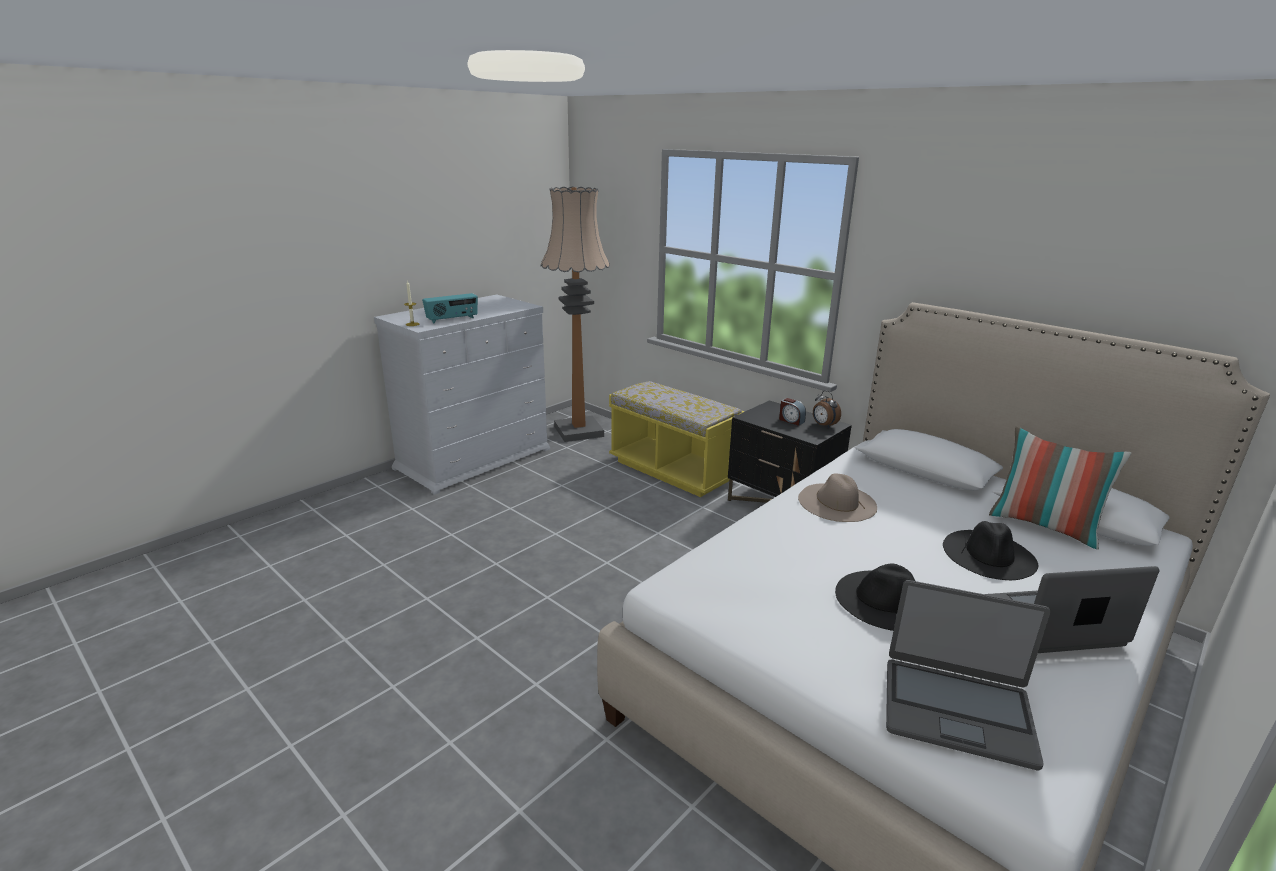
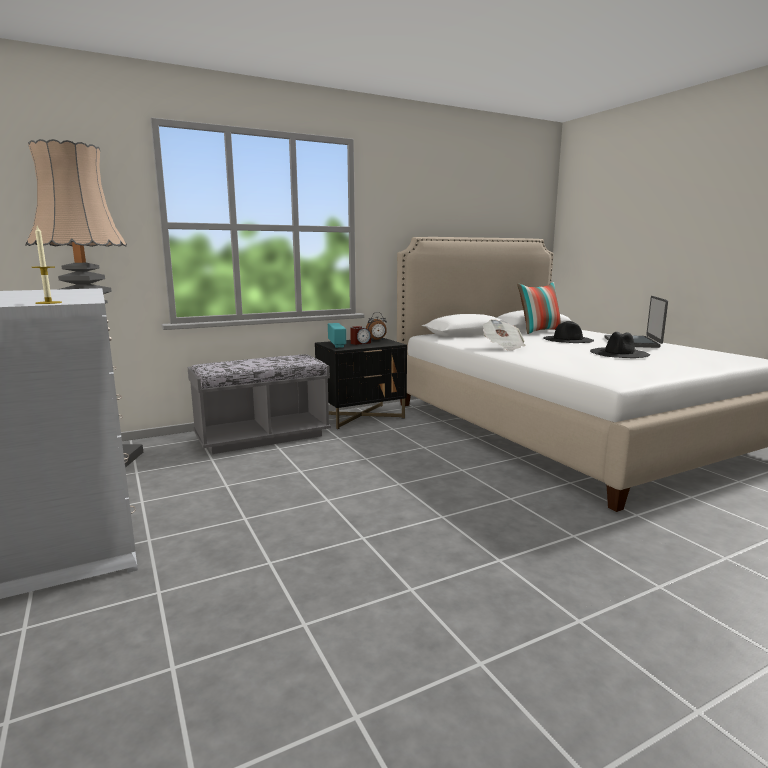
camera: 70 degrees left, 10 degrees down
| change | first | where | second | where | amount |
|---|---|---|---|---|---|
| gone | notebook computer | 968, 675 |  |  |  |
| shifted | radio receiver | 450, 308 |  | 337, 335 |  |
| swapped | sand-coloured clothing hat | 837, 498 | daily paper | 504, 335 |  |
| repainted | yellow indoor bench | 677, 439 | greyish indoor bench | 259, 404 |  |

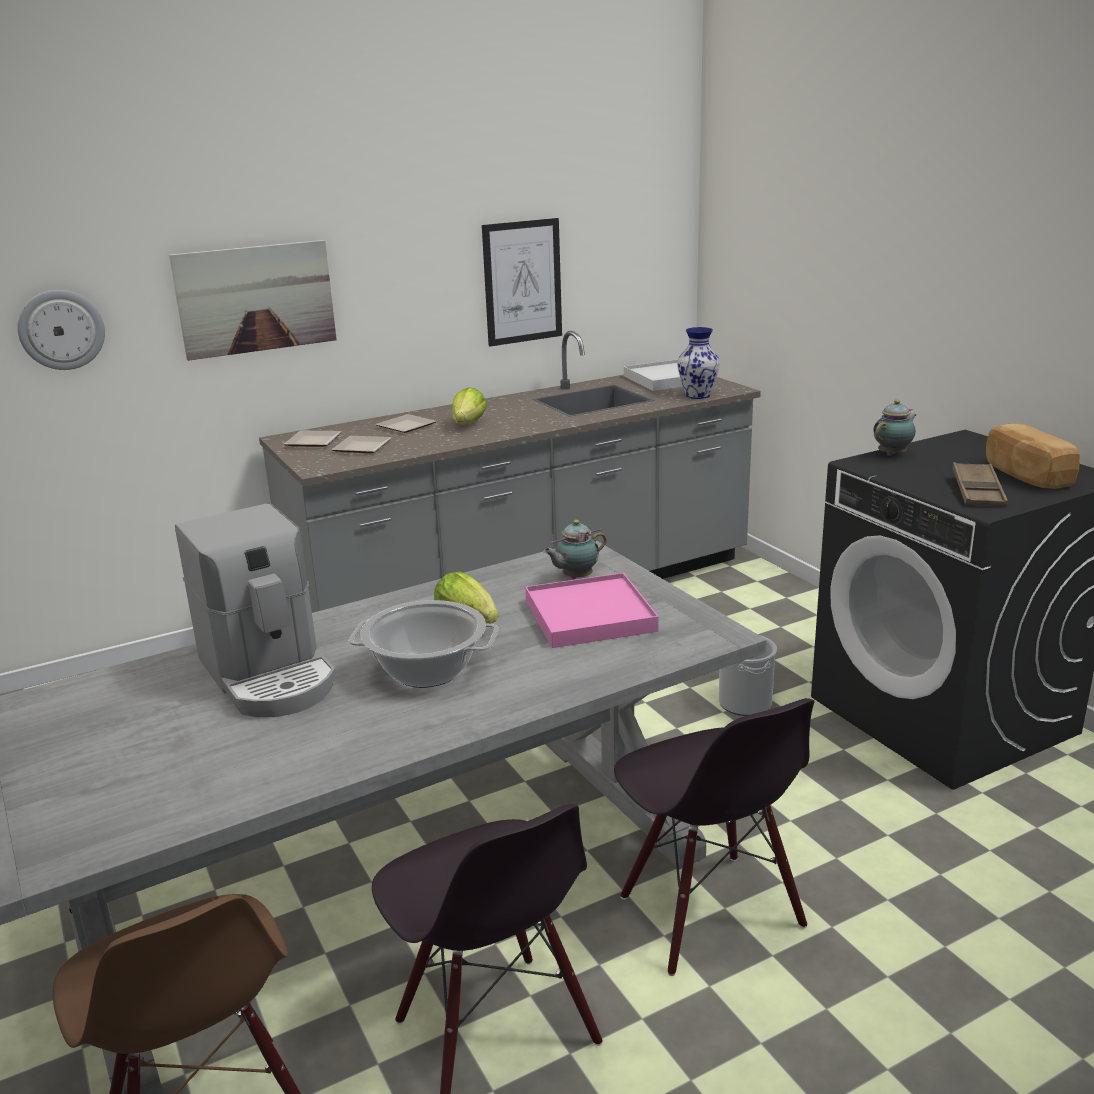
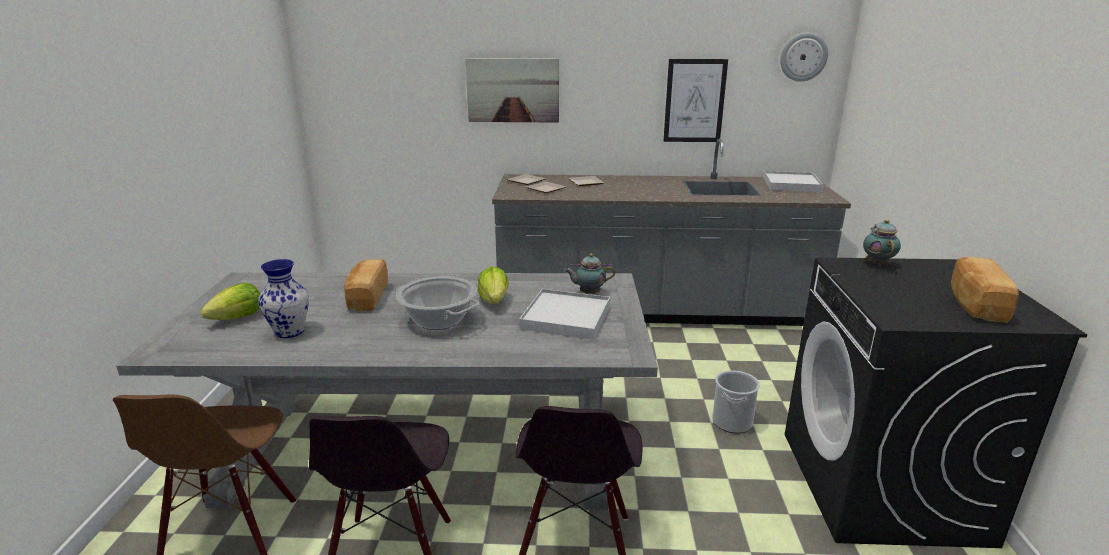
camera: 30 degrees right, 0 degrees up
| change | first | where | second | where | amount |
|---|---|---|---|---|---|
| gone | brown tray | 980, 484 |  |  |  |
| shifted | clock on the wall | 61, 330 |  | 804, 57 |  |
| shifted | head of lettuce | 469, 405 |  | 230, 301 |  |
| shifted | decorative vase | 698, 363 |  | 283, 298 |  |
| swapped | coffee maker | 255, 610 | baked bread | 366, 285 |  |
| repainted | pink tray | 592, 610 | white-coloured tray | 564, 314 |  |
| rotated | tea pot | 895, 428 |  | 882, 242 | 75 degrees counterclockwise |

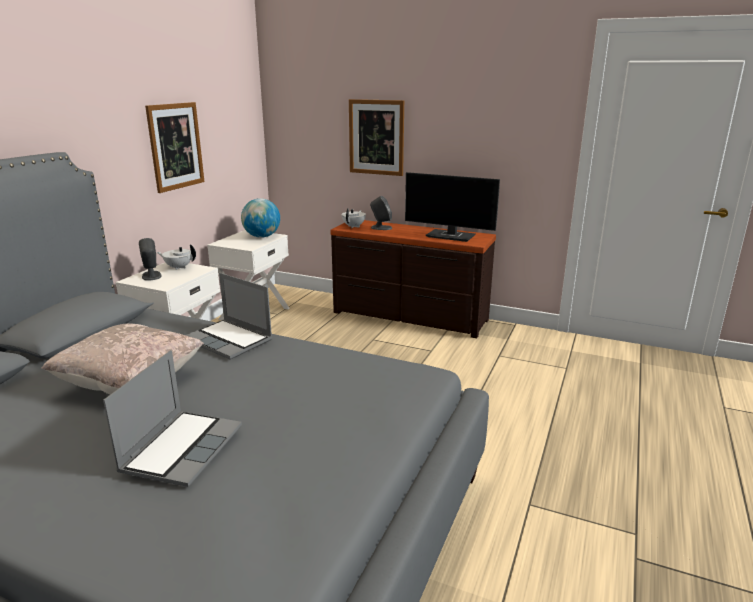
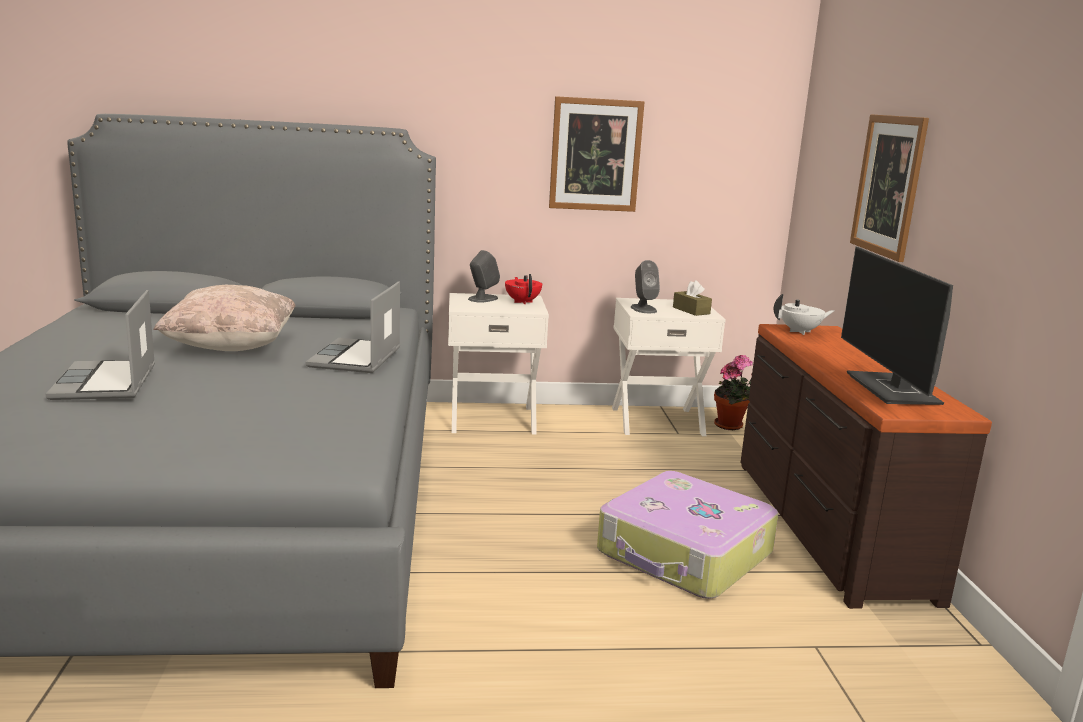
camera: 60 degrees right, 5 degrees down
| change | first | where | second | where | amount |
|---|---|---|---|---|---|
| new |  |  | piece of luggage | 687, 535 |  |
| new |  |  | houseplant | 733, 392 |  |
| shifted | greyish loudspeaker | 381, 213 |  | 645, 286 |  |
| swapped | desk globe | 260, 218 | brown box of tissues | 692, 298 |  |
| repainted | white-coloured tea pot | 176, 257 | reddish tea pot | 523, 289 |  |
| rotated | notebook computer | 172, 418 |  | 100, 345 | 90 degrees clockwise |

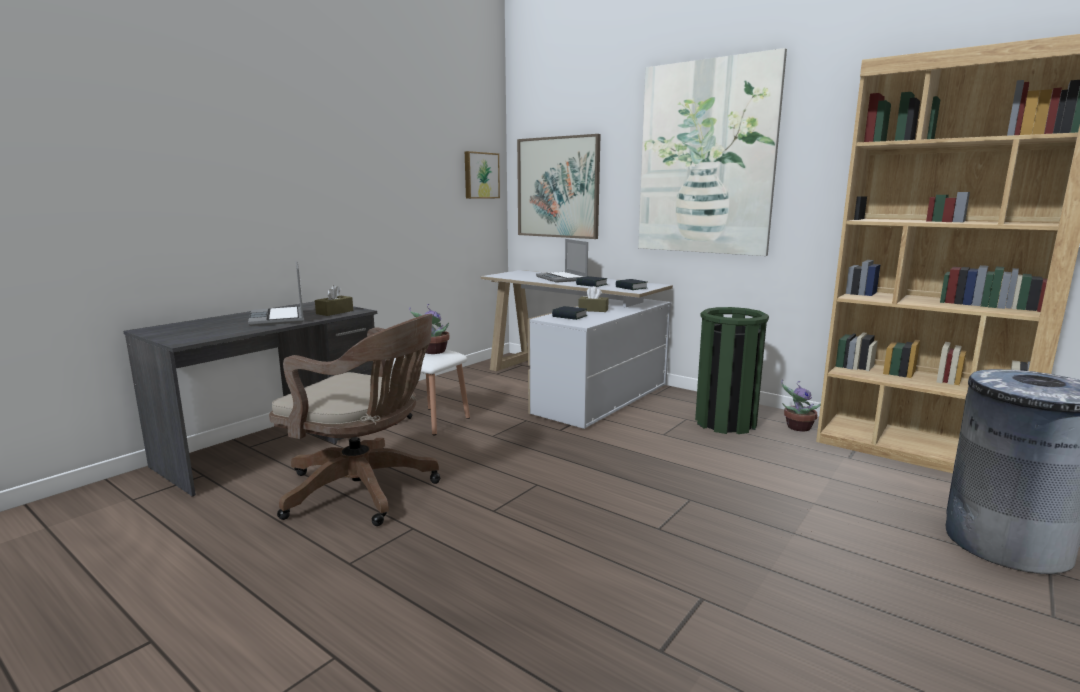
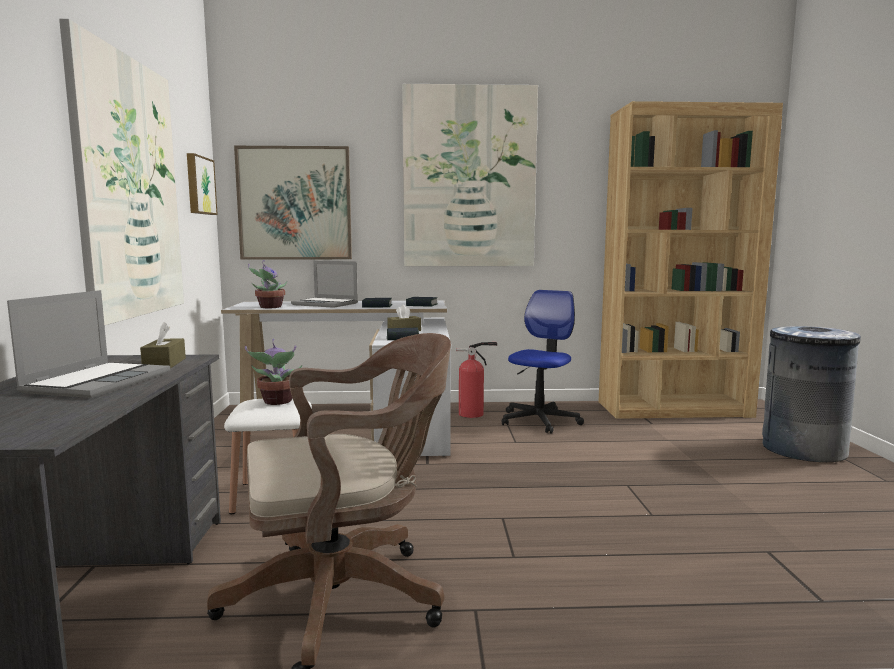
camera: 40 degrees left, 5 degrees down
| change | first | where | second | where | amount |
|---|---|---|---|---|---|
| new |  |  | picture | 121, 172 |  |
| new |  |  | extinguisher | 476, 380 |  |
| shifted | houseplant | 801, 405 |  | 268, 284 |  |
| swapped | green-coloured trash can | 732, 370 | desk chair | 543, 362 |  |
| rotated | notebook computer | 276, 293 |  | 88, 344 | 105 degrees counterclockwise |

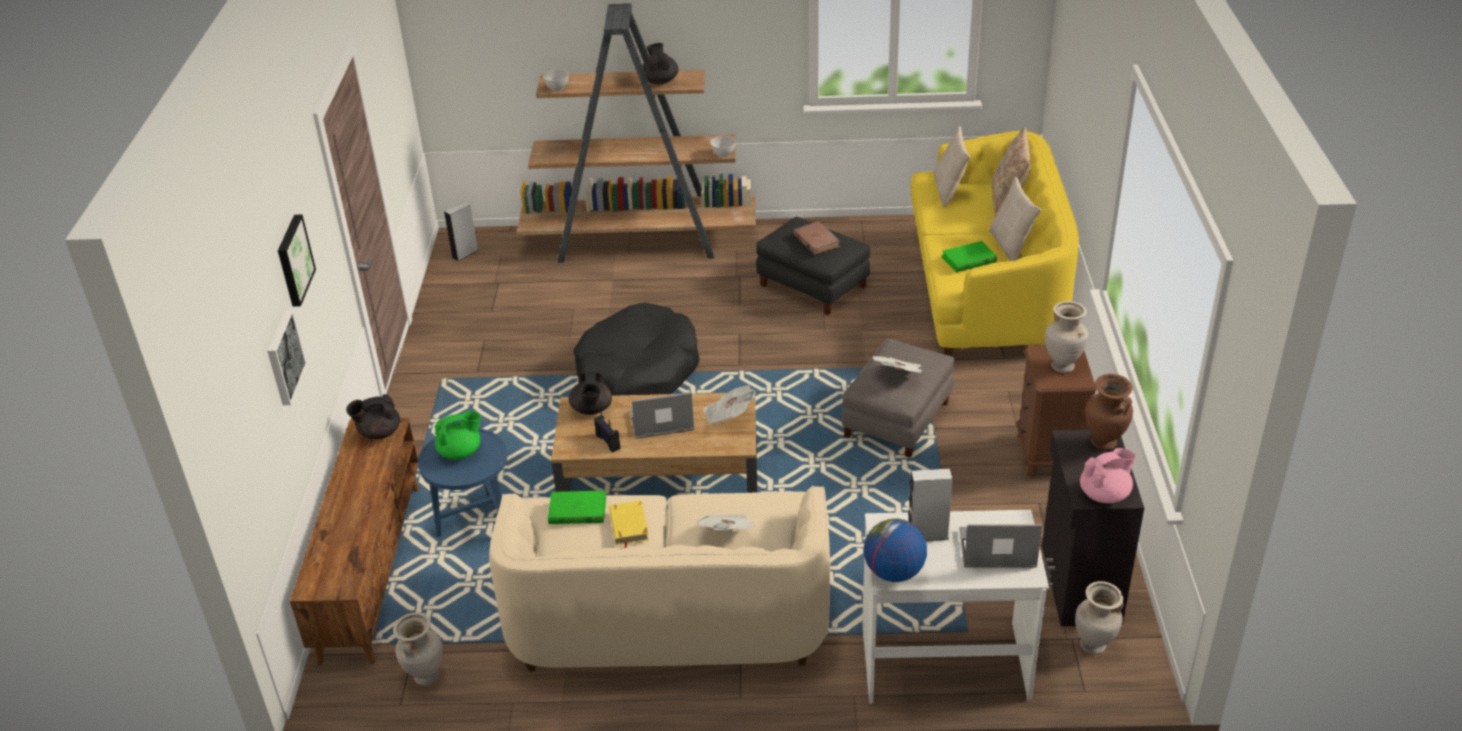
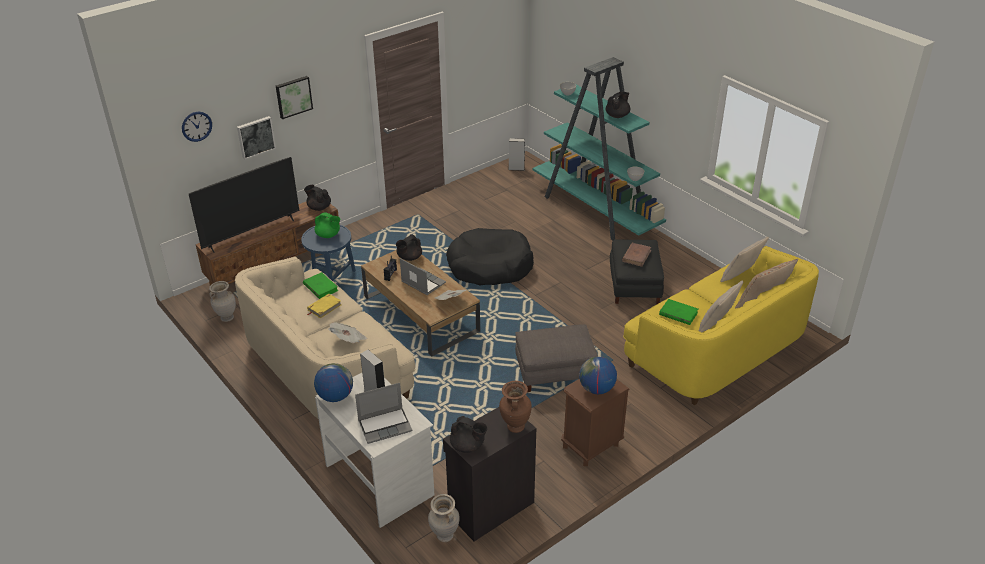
camera: 50 degrees right, 0 degrees up
| change | first | where | second | where | amount |
|---|---|---|---|---|---|
| gone | daily paper | 898, 364 |  |  |  |
| new |  |  | clock on the wall | 197, 127 |  |
| new |  |  | TV | 244, 205 |  |
| swapped | sand-coloured decorative vase | 1066, 337 | desk globe | 598, 375 |  |
| repainted | brown bookshelf | 636, 133 | blue-green bookshelf | 599, 148 |  |
| repainted | pink tea pot | 1108, 475 | blackish tea pot | 468, 434 |  |
| rotated | notebook computer | 1000, 546 |  | 383, 413 | 105 degrees clockwise |

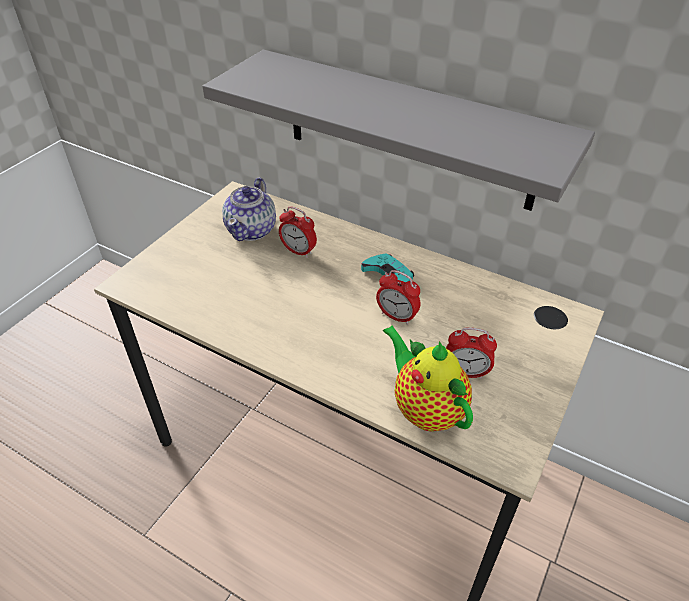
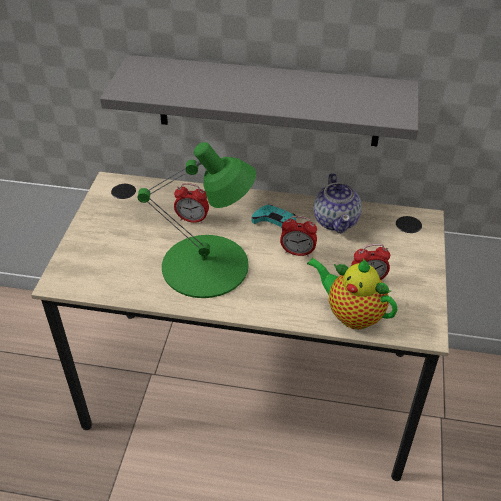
camera: 20 degrees left, 0 degrees up
| change | first | where | second | where | amount |
|---|---|---|---|---|---|
| new |  |  | green-coloured tabletop lamp | 196, 220 |  |
| shifted | tea pot | 249, 209 |  | 338, 203 |  |

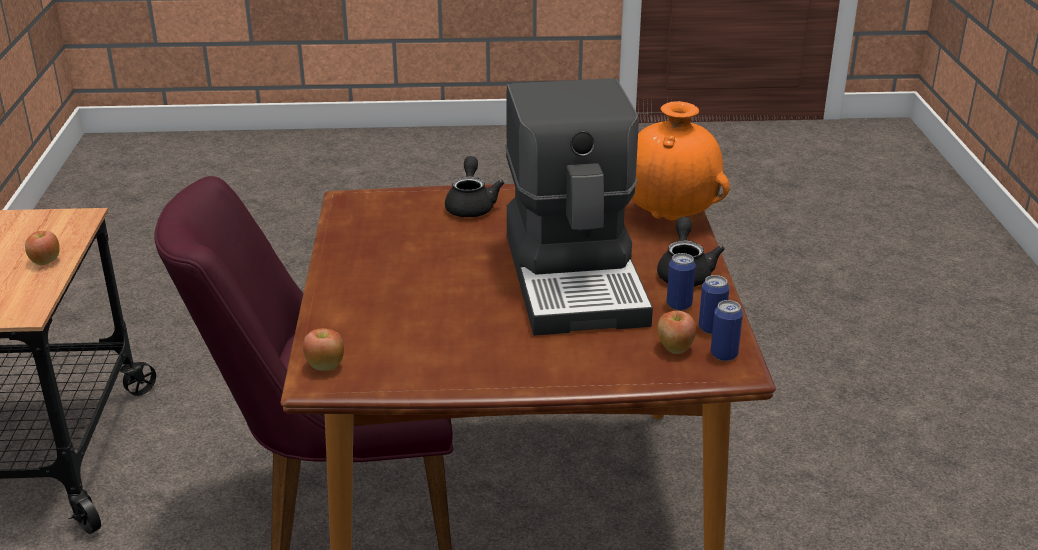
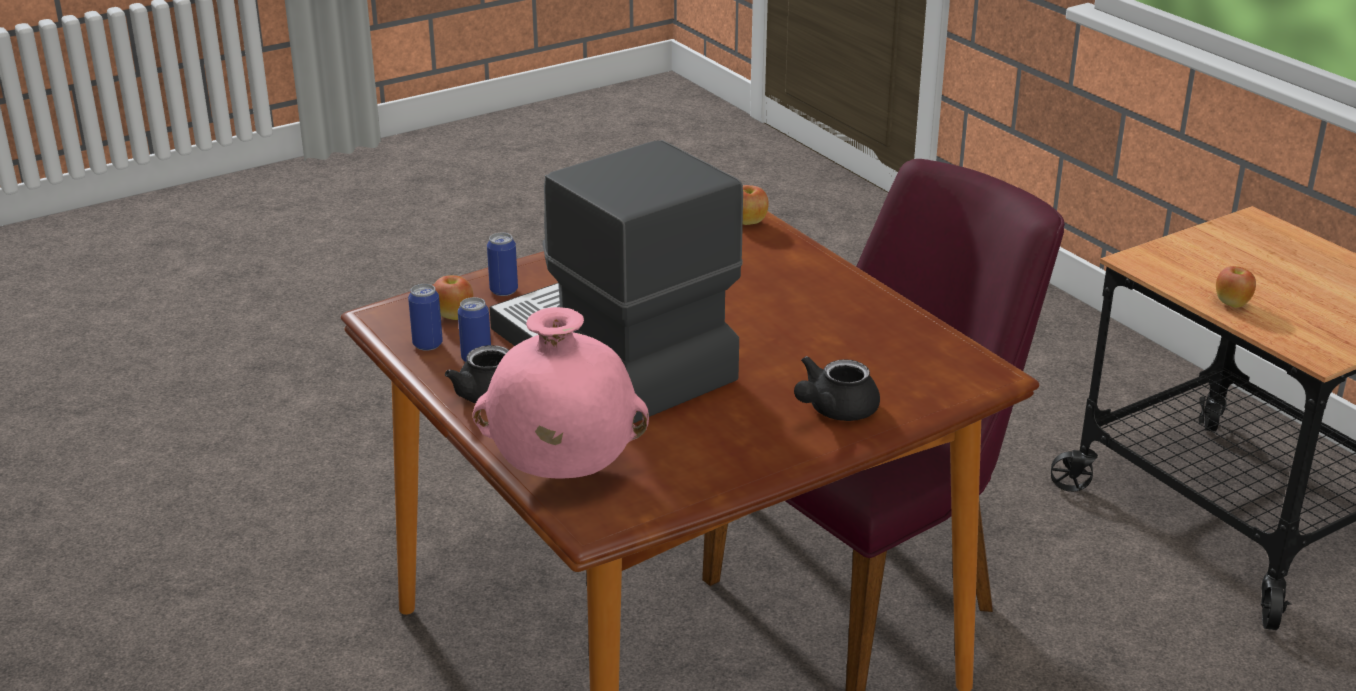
camera: 150 degrees right, 0 degrees up
| change | first | where | second | where | amount |
|---|---|---|---|---|---|
| shifted | metal can | 727, 330 |  | 502, 264 |  |
| repainted | orange-coloured decorative vase | 681, 161 | pink decorative vase | 561, 392 |  |
| rotated | blackish tea pot | 474, 186 |  | 837, 388 | 75 degrees clockwise |

